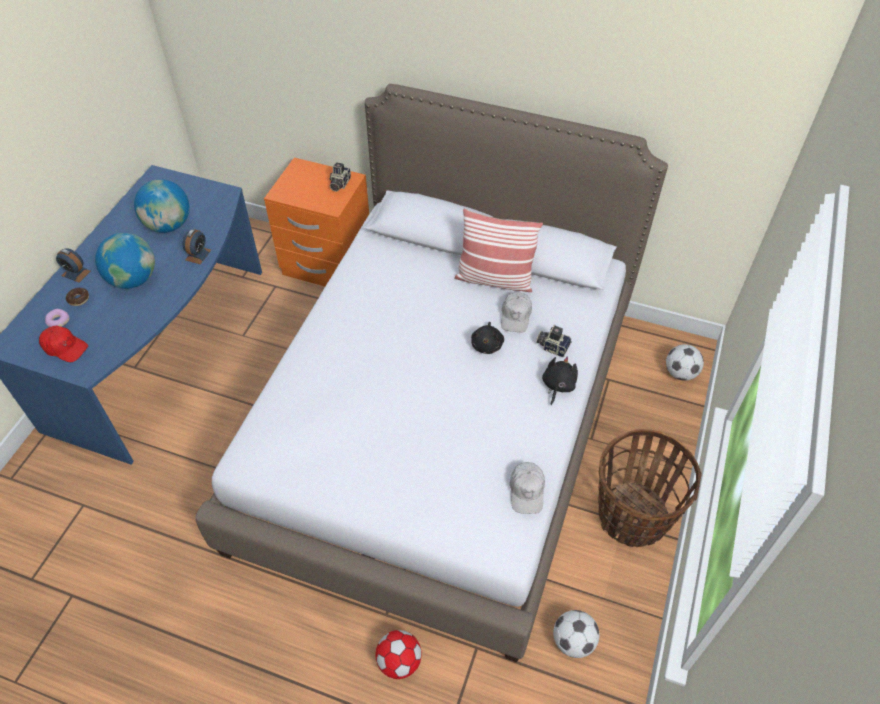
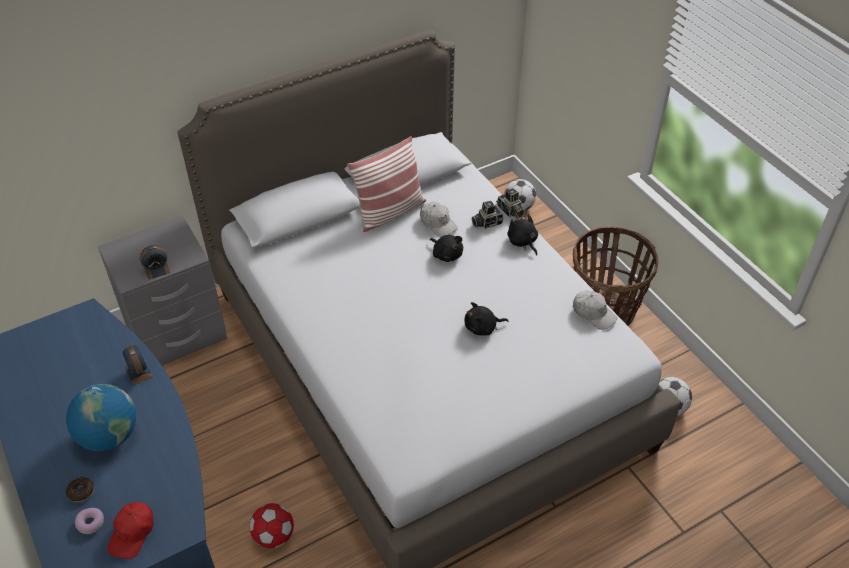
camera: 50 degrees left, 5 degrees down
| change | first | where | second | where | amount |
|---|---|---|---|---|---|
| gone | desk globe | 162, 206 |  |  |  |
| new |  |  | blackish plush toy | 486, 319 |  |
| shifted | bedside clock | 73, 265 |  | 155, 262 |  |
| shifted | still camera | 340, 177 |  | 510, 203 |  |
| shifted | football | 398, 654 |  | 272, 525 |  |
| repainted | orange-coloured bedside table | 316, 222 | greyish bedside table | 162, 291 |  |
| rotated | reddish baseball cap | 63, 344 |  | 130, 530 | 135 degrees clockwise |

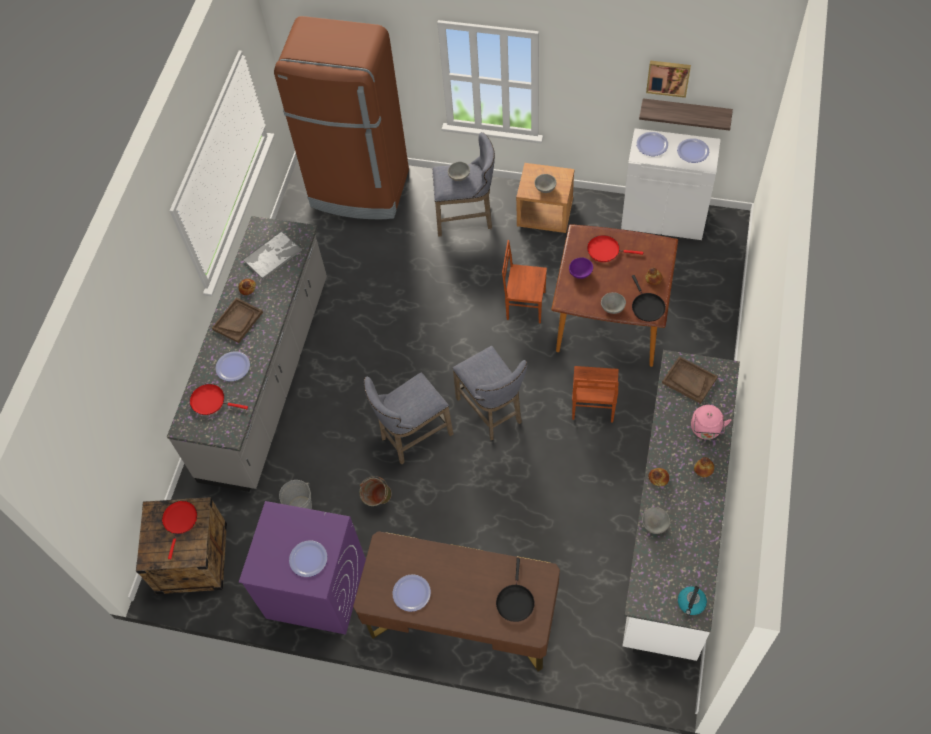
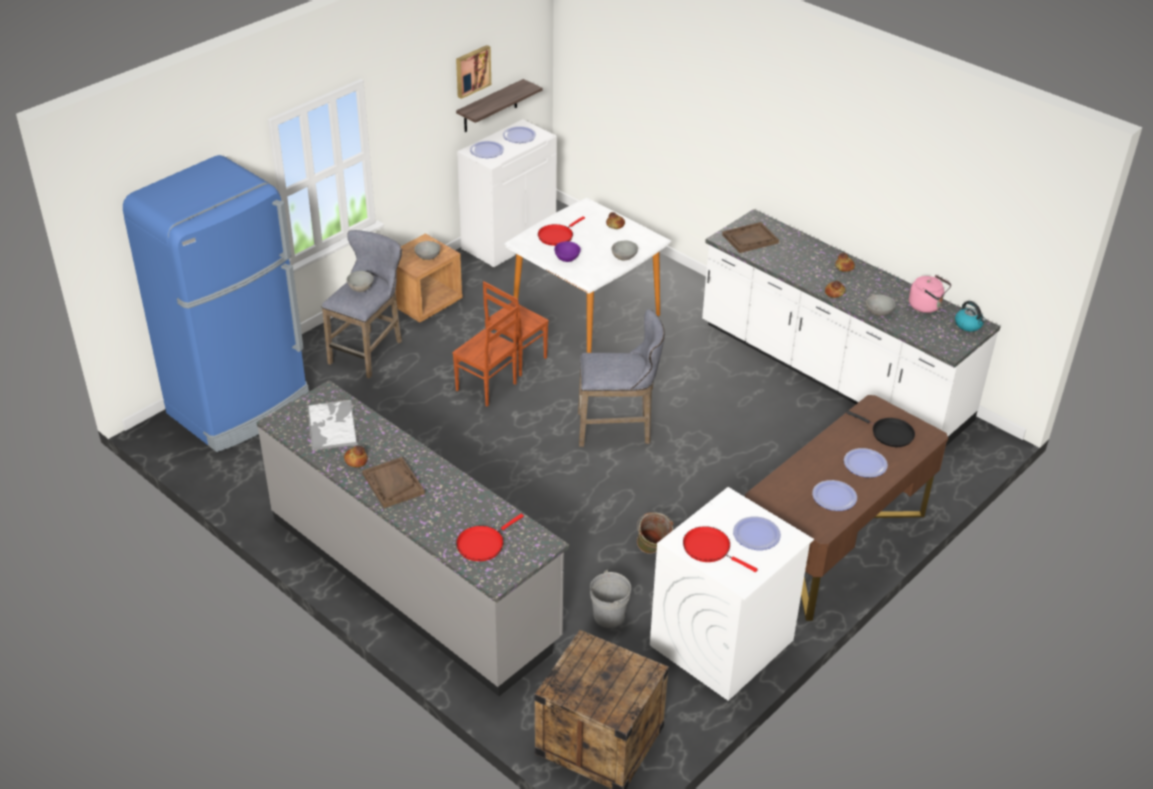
camera: 65 degrees left, 20 degrees down
| change | first | where | second | where | amount |
|---|---|---|---|---|---|
| gone | greyish stool seat | 409, 419 |  |  |  |
| gone | blackish skillet | 649, 298 |  |  |  |
| shifted | reddish skillet | 179, 530 |  | 720, 549 |  |
| shifted | dinner plate | 233, 366 |  | 866, 463 |  |
| shifted | brown plain chair | 595, 394 |  | 485, 356 |  |
| shifted | pink tea kettle | 711, 422 |  | 930, 294 |  |
| repainted | purple-coloured laundry appliance | 302, 568 | white-coloured laundry appliance | 732, 594 |  |
| repainted | brown refrigerator | 341, 117 | bluish refrigerator | 216, 303 |  |
| repainted | brown kitchen table | 614, 295 | white-coloured kitchen table | 588, 275 |  |

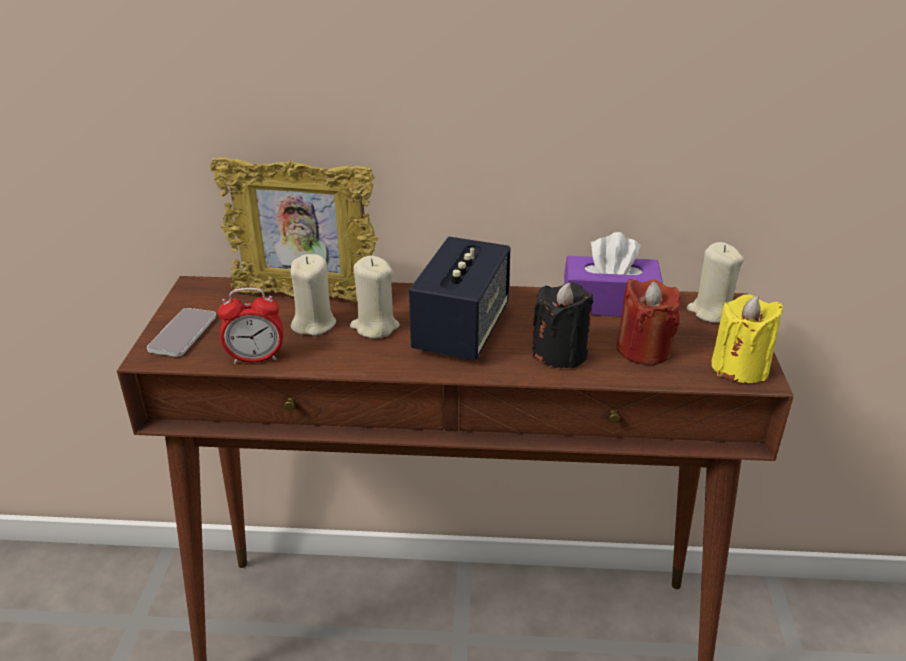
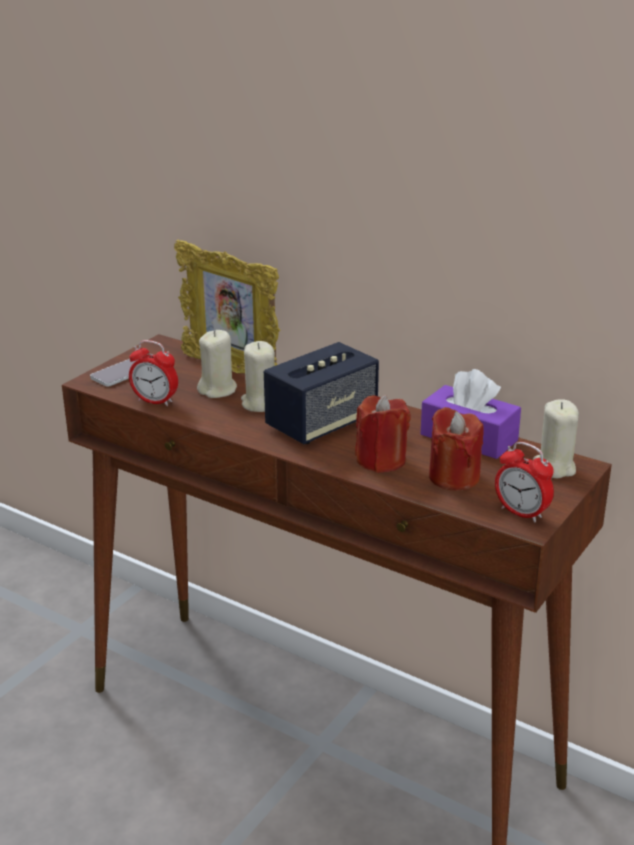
camera: 30 degrees right, 5 degrees down
| change | first | where | second | where | amount |
|---|---|---|---|---|---|
| swapped | yellow wax candle | 747, 338 | bedside clock | 524, 482 |  |
| repainted | blackish wax candle | 562, 326 | reddish wax candle | 383, 434 |  |

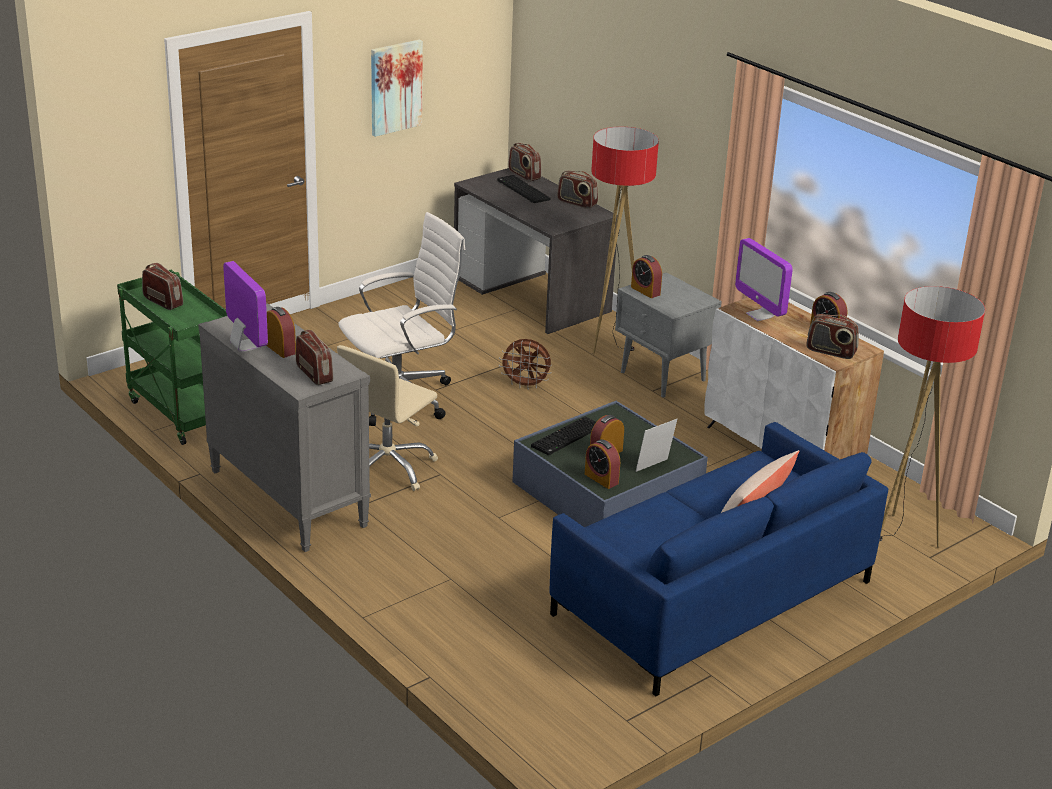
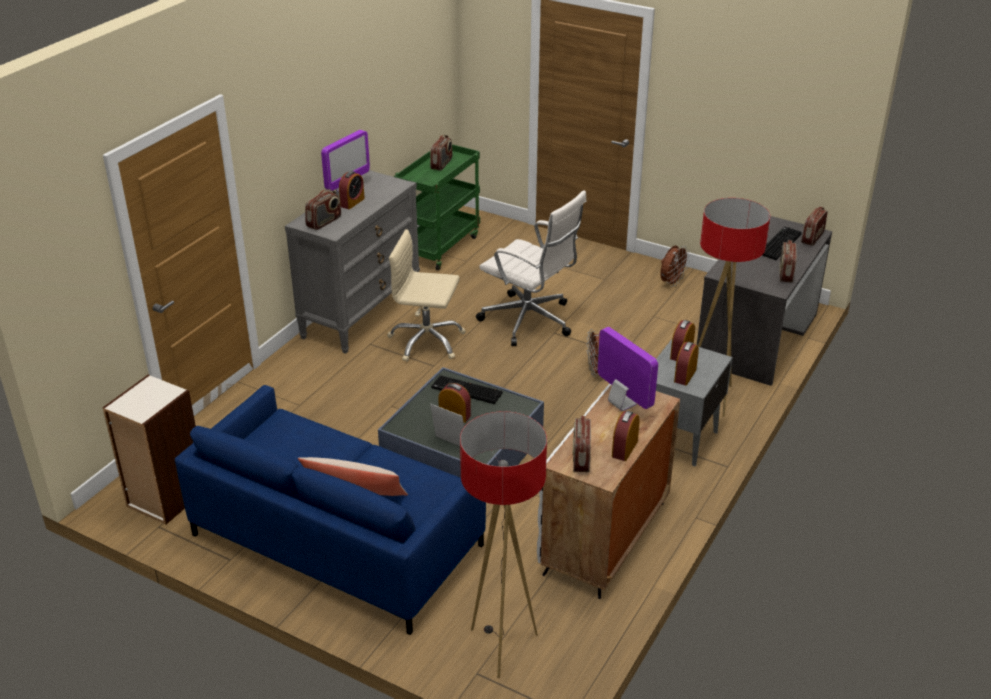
camera: 70 degrees right, 5 degrees up
| change | first | where | second | where | amount |
|---|---|---|---|---|---|
| gone | picture | 397, 88 |  |  |  |
| new |  |  | bookshelf | 149, 449 |  |
| new |  |  | brown electric fan | 675, 266 |  |
| shifted | bedside clock | 602, 464 |  | 686, 364 |  |
| rotated | computer display | 764, 279 |  | 627, 369 | 105 degrees clockwise |

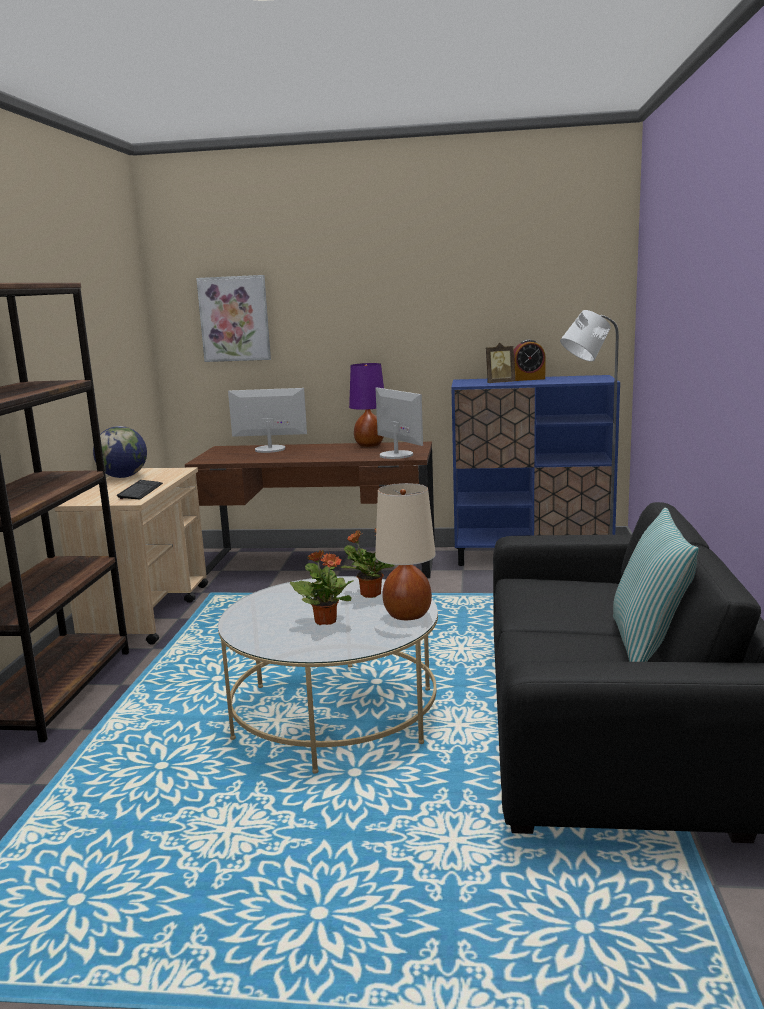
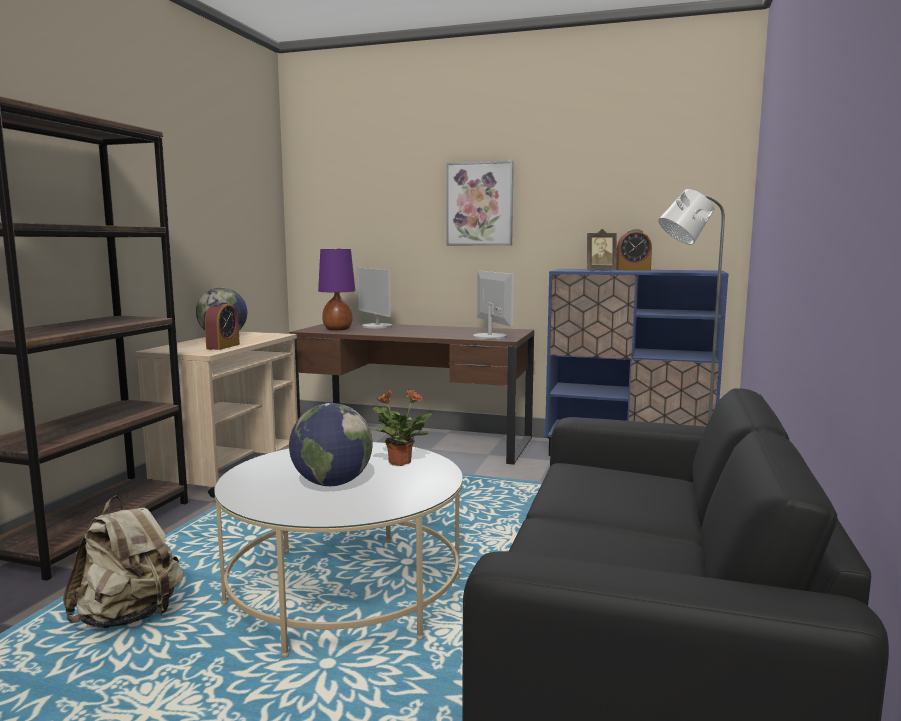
camera: 10 degrees right, 5 degrees down
| change | first | where | second | where | amount |
|---|---|---|---|---|---|
| gone | sand-coloured tabletop lamp | 405, 551 |  |  |  |
| gone | throw pillow | 656, 584 |  |  |  |
| new |  |  | sand-coloured knapsack | 123, 562 |  |
| shifted | picture | 233, 318 |  | 480, 203 |  |
| shifted | purple-coloured tabletop lamp | 366, 405 |  | 336, 290 |  |
| swapped | keyboard | 140, 489 | bedside clock | 222, 326 |  |
| swapped | houseplant | 321, 587 | desk globe | 331, 444 |  |
| rotated | computer display | 267, 420 |  | 375, 298 | 135 degrees counterclockwise |

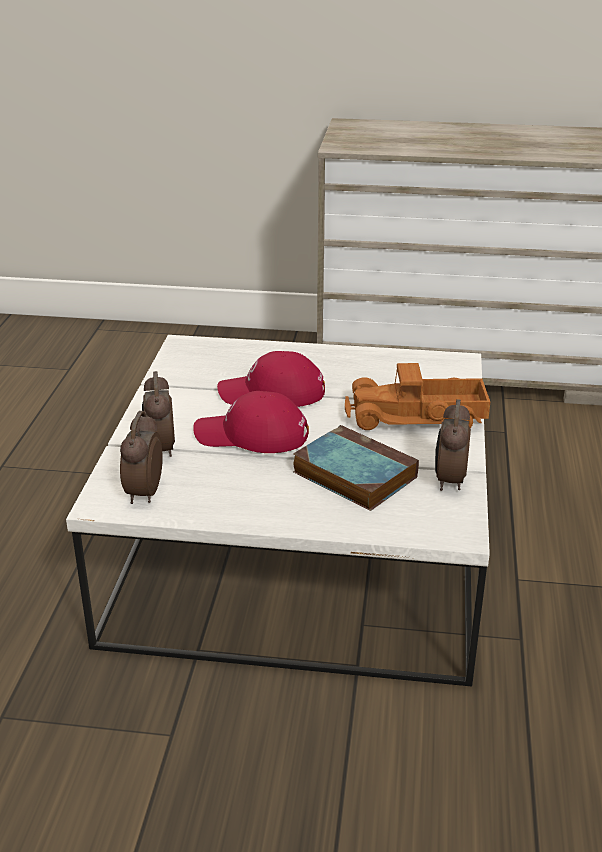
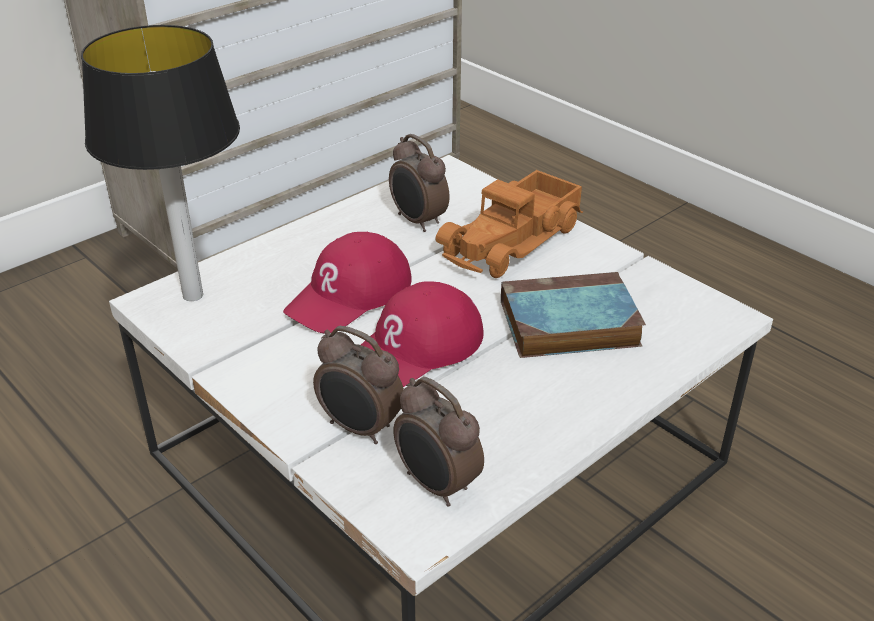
camera: 50 degrees left, 5 degrees up
| change | first | where | second | where | amount |
|---|---|---|---|---|---|
| new |  |  | tabletop lamp | 160, 163 |  |
| shifted | bedside clock | 453, 445 |  | 419, 183 |  |

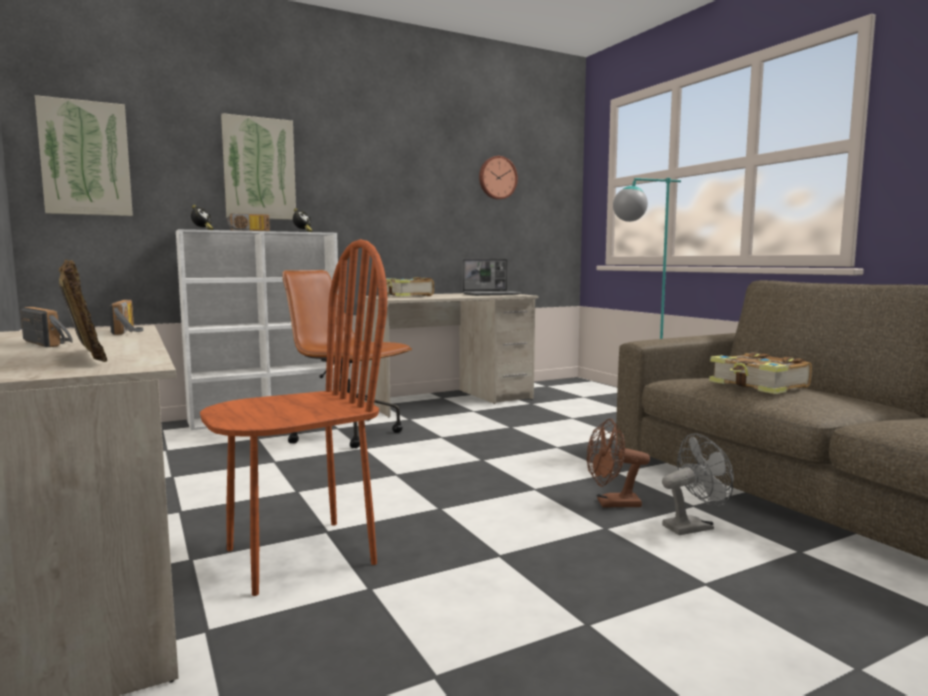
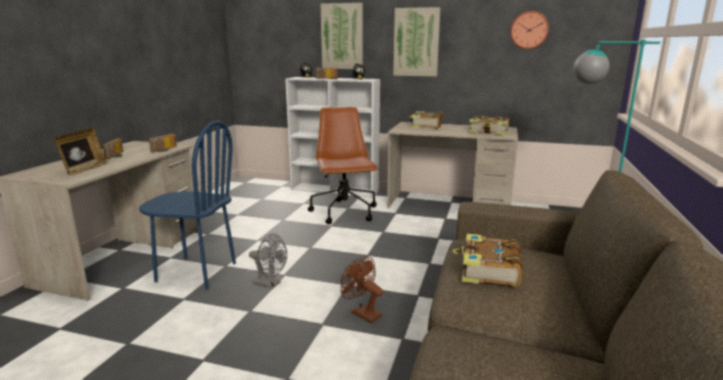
camera: 45 degrees right, 10 degrees up
| change | first | where | second | where | amount |
|---|---|---|---|---|---|
| shifted | picture | 84, 155 |  | 417, 42 |  |
| shifted | greyish electric fan | 697, 484 |  | 268, 261 |  |
| swapped | notebook computer | 491, 277 | bound book | 489, 125 |  |
| repainted | brown plain chair | 293, 417 | bluish plain chair | 187, 205 |  |

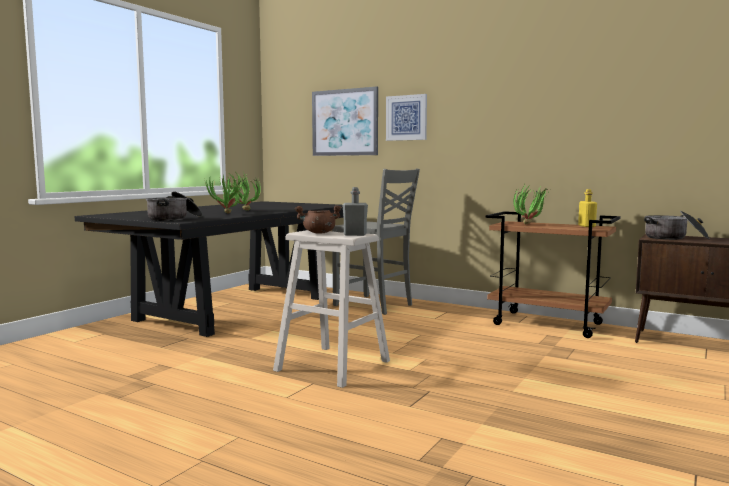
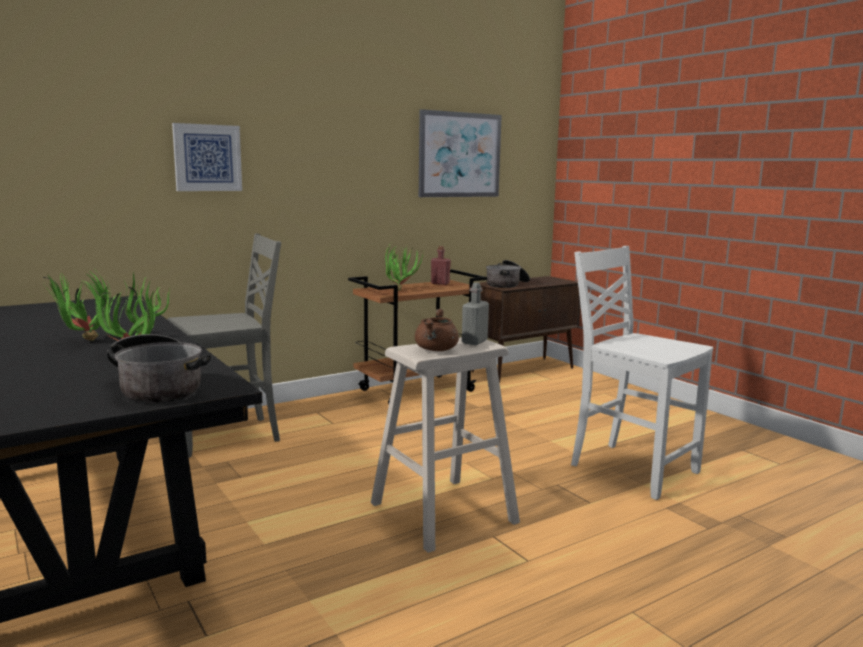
camera: 65 degrees left, 5 degrees up
| change | first | where | second | where | amount |
|---|---|---|---|---|---|
| new |  |  | white-coloured plain chair | 642, 373 |  |
| shifted | picture | 345, 121 |  | 460, 153 |  |
| repainted | yellow bottle | 587, 208 | reddish bottle | 441, 265 |  |

